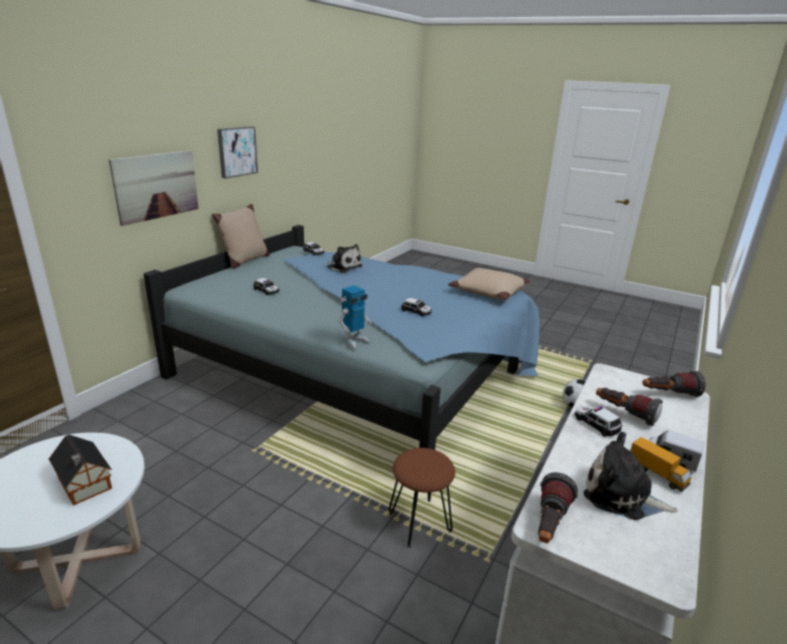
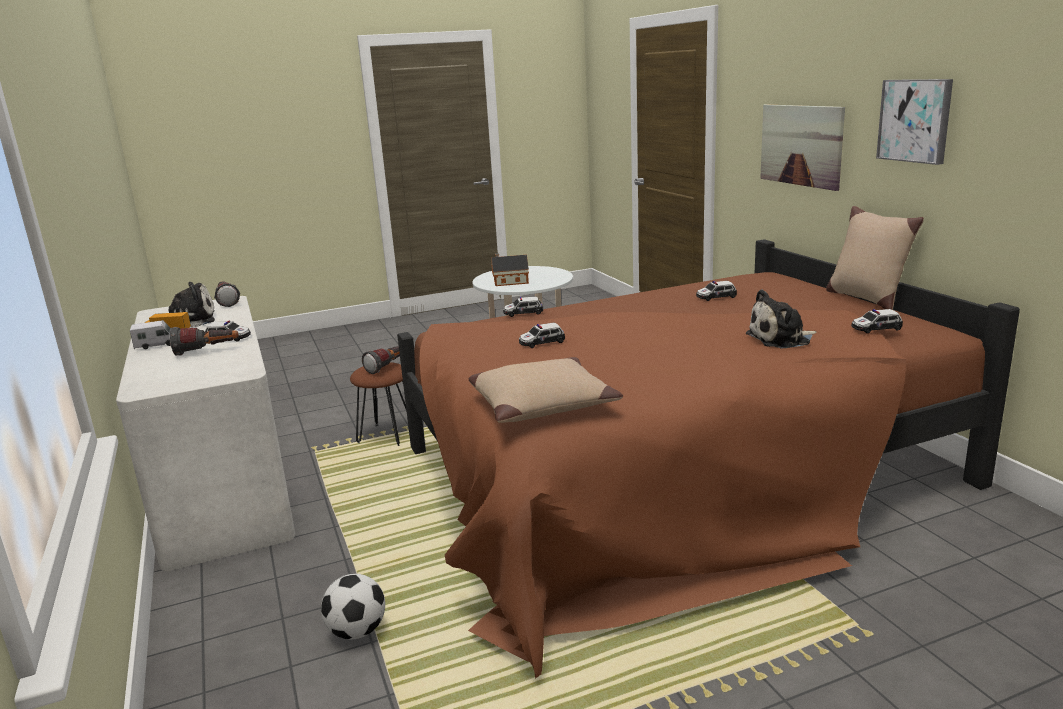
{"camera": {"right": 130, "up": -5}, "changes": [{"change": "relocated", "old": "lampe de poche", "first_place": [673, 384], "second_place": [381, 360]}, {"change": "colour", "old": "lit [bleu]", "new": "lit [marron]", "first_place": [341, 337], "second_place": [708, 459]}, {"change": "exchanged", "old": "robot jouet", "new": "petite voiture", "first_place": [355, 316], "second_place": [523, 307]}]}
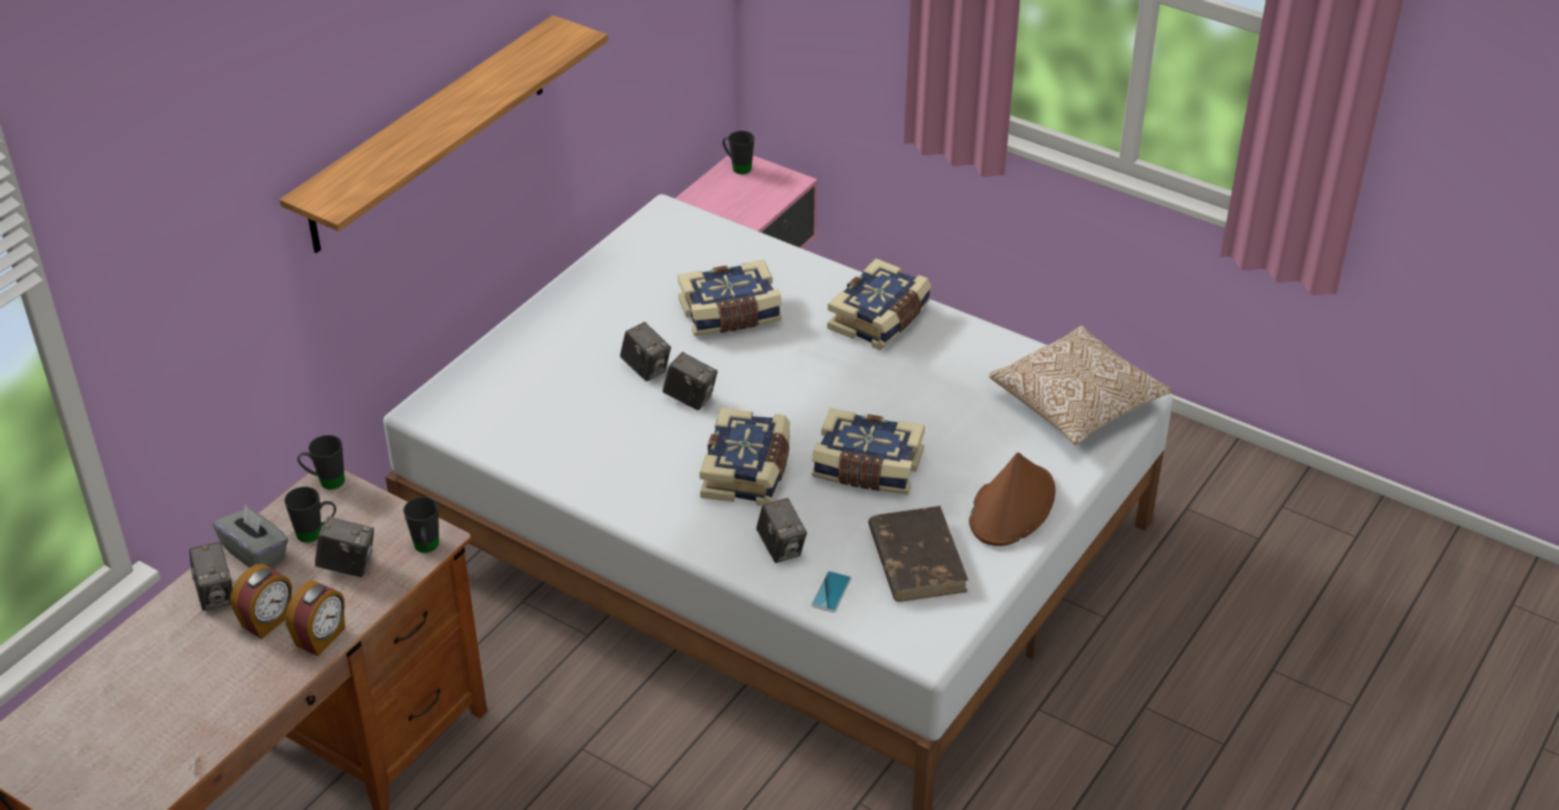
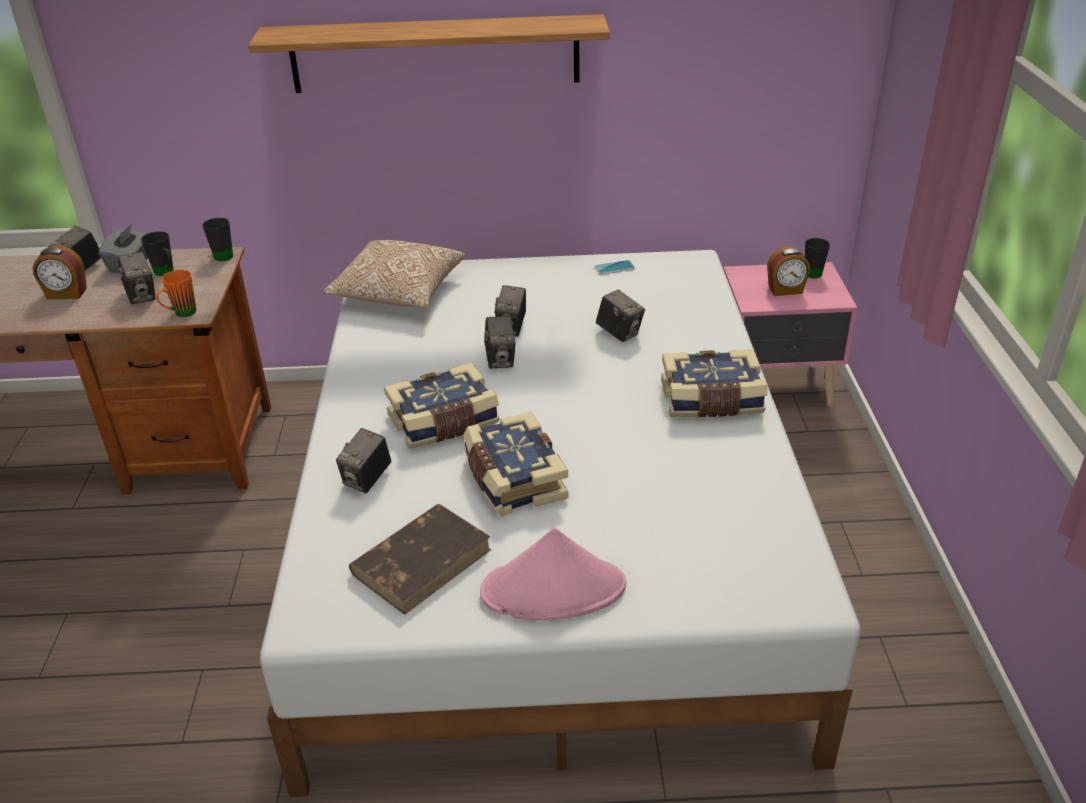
{"camera": {"right": 55, "up": -5}, "changes": [{"change": "colour", "old": "mug [noir]", "new": "mug [orange]", "first_place": [421, 525], "second_place": [176, 293]}, {"change": "relocated", "old": "coussin", "first_place": [1080, 385], "second_place": [394, 274]}, {"change": "colour", "old": "chapeau [marron]", "new": "chapeau [rose]", "first_place": [1012, 499], "second_place": [553, 574]}, {"change": "relocated", "old": "téléphone", "first_place": [831, 592], "second_place": [614, 267]}, {"change": "exchanged", "old": "livre", "new": "appareil photo", "first_place": [730, 298], "second_place": [620, 316]}, {"change": "relocated", "old": "réveil", "first_place": [315, 618], "second_place": [788, 271]}]}
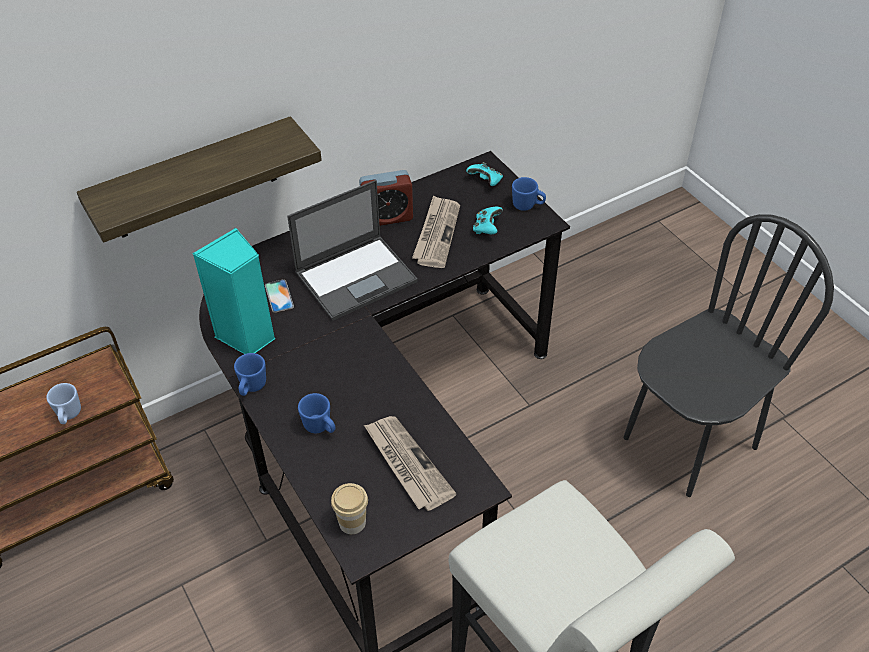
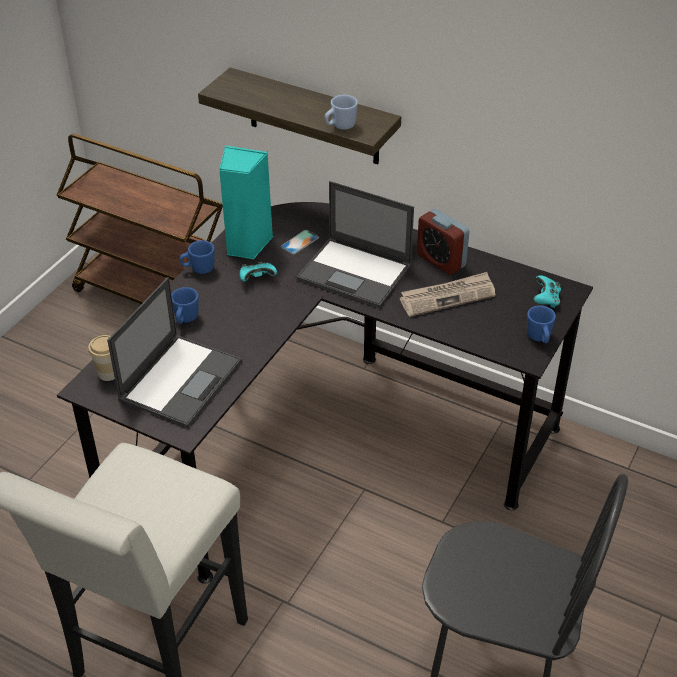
{"camera": {"right": 60, "up": -5}, "changes": [{"change": "exchanged", "old": "journal", "new": "ordinateur portable", "first_place": [410, 463], "second_place": [174, 352]}, {"change": "relocated", "old": "manette [turquoise]", "first_place": [488, 220], "second_place": [258, 271]}, {"change": "relocated", "old": "mug [bleu]", "first_place": [63, 403], "second_place": [341, 112]}]}
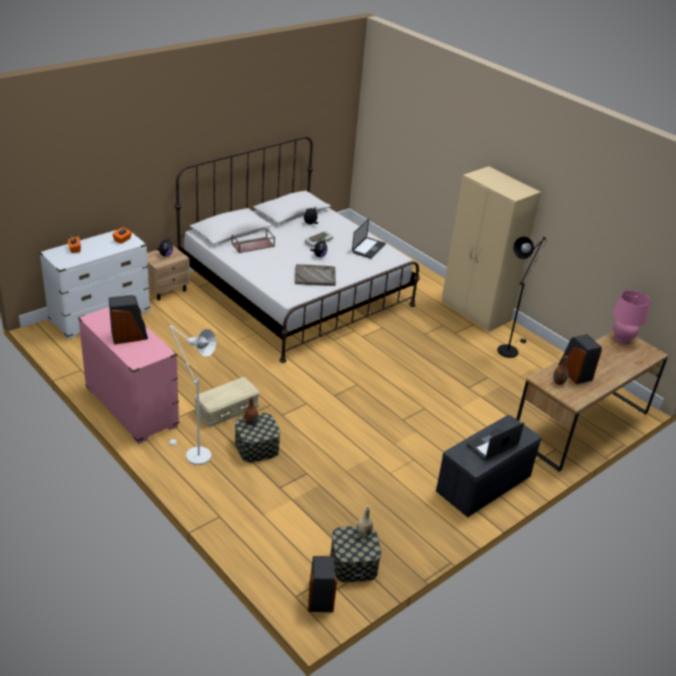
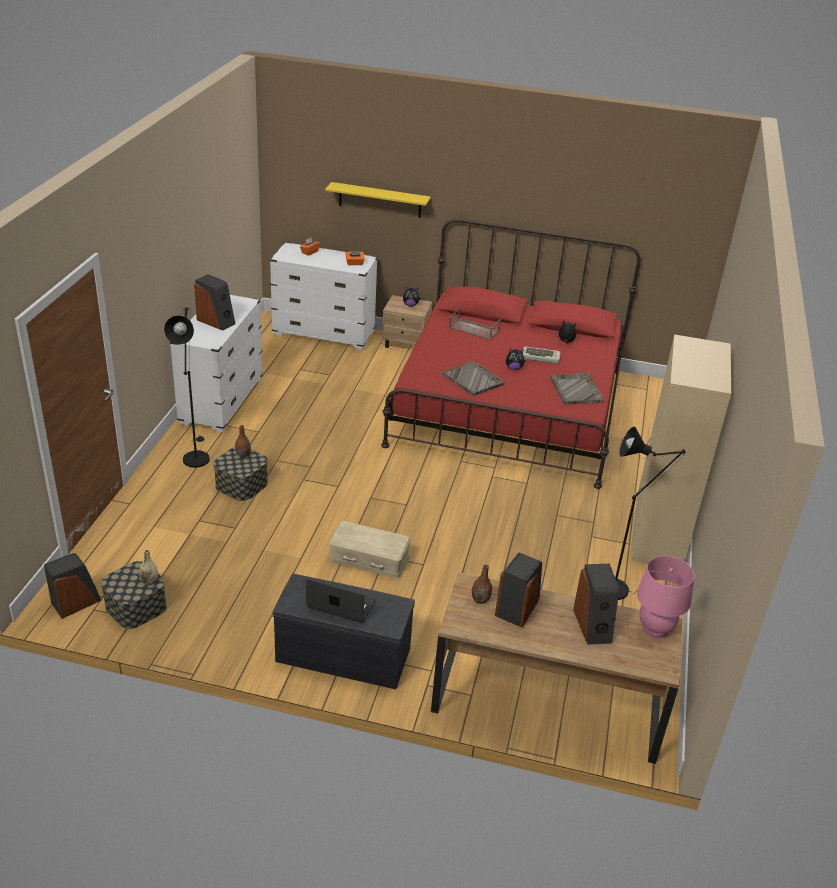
{"camera": {"right": 55, "up": 0}, "changes": [{"change": "colour", "old": "lampadaire [blanc]", "new": "lampadaire [noir]", "first_place": [190, 395], "second_place": [187, 387]}, {"change": "colour", "old": "commode [rose]", "new": "commode [blanc]", "first_place": [128, 375], "second_place": [216, 363]}, {"change": "appeared", "new": "étagère [jaune]", "second_place": [377, 200]}, {"change": "relocated", "old": "boîte de rangement [beige]", "first_place": [227, 402], "second_place": [370, 549]}, {"change": "colour", "old": "lit [blanc]", "new": "lit [rouge]", "first_place": [297, 249], "second_place": [511, 353]}, {"change": "exchanged", "old": "ordinateur portable", "new": "plateau [gris]", "first_place": [369, 239], "second_place": [577, 388]}, {"change": "appeared", "new": "enceinte", "second_place": [596, 604]}]}
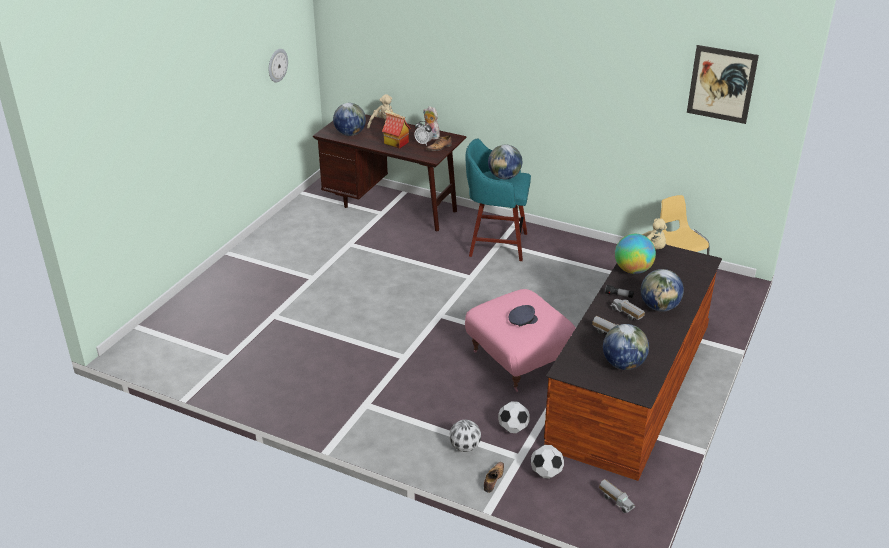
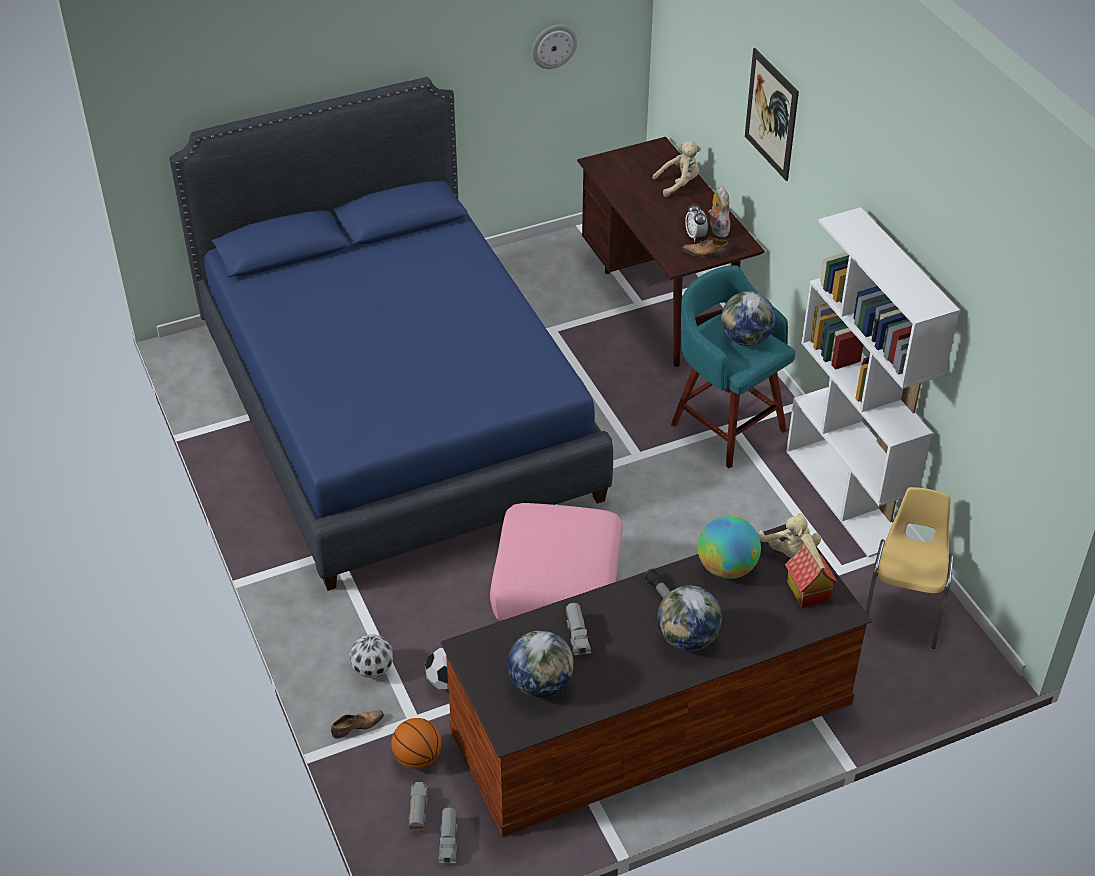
{"camera": {"right": 40, "up": 10}, "changes": [{"change": "appeared", "new": "lit [bleu]", "second_place": [391, 334]}, {"change": "exchanged", "old": "ballon de foot", "new": "ballon de basket", "first_place": [547, 462], "second_place": [416, 743]}, {"change": "relocated", "old": "camion jouet", "first_place": [627, 309], "second_place": [418, 806]}, {"change": "relocated", "old": "tableau", "first_place": [723, 84], "second_place": [772, 114]}, {"change": "relocated", "old": "maison miniature", "first_place": [396, 129], "second_place": [811, 570]}, {"change": "appeared", "new": "bibliothèque [blanc]", "second_place": [873, 382]}, {"change": "missing", "old": "globe", "first_place": [349, 119]}, {"change": "missing", "old": "casquette [gris]", "first_place": [523, 315]}]}
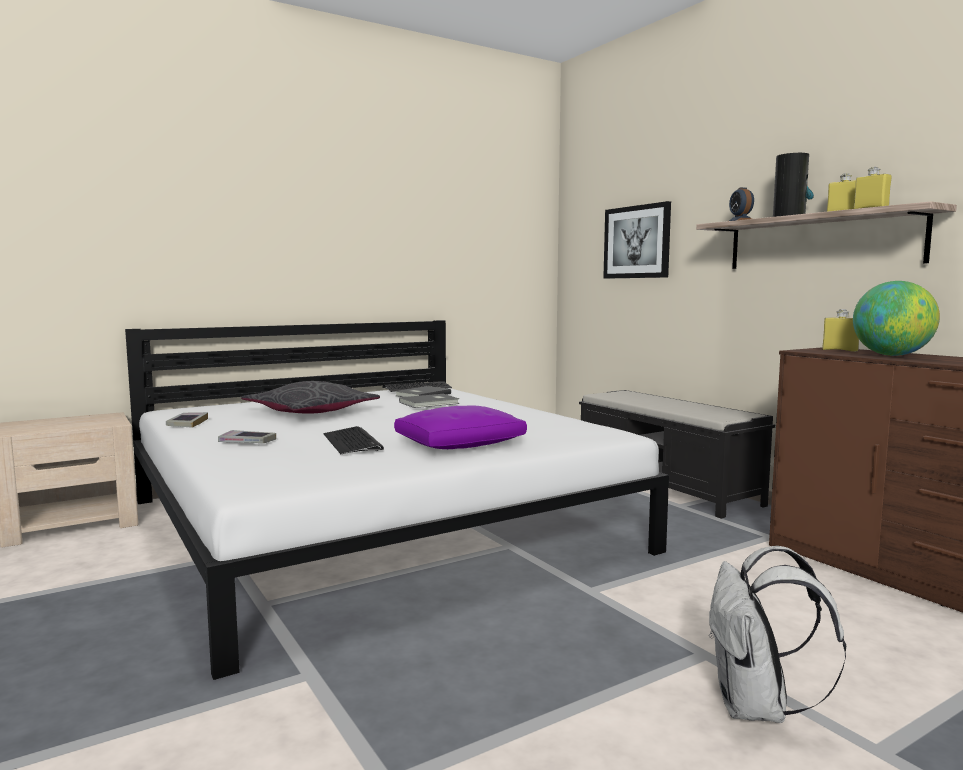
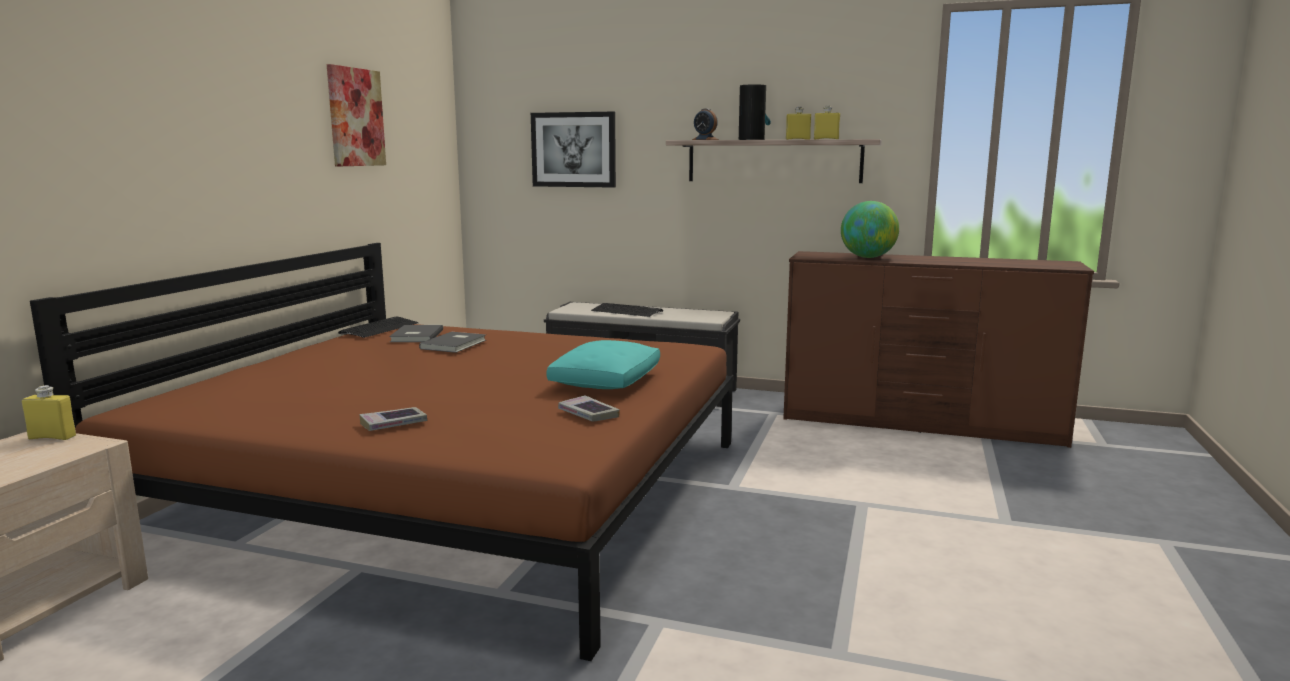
{"camera": {"right": -40, "up": 5}, "changes": [{"change": "relocated", "old": "bouteille [jaune]", "first_place": [840, 330], "second_place": [49, 412]}, {"change": "colour", "old": "lit [blanc]", "new": "lit [marron]", "first_place": [397, 500], "second_place": [381, 452]}, {"change": "appeared", "new": "tableau", "second_place": [356, 115]}, {"change": "colour", "old": "coussin [violet]", "new": "coussin [turquoise]", "first_place": [460, 427], "second_place": [603, 364]}, {"change": "relocated", "old": "livre", "first_place": [187, 420], "second_place": [589, 408]}, {"change": "relocated", "old": "clavier", "first_place": [353, 440], "second_place": [627, 310]}, {"change": "missing", "old": "coussin [gris]", "first_place": [310, 397]}, {"change": "missing", "old": "sac à dos [blanc]", "first_place": [777, 634]}]}
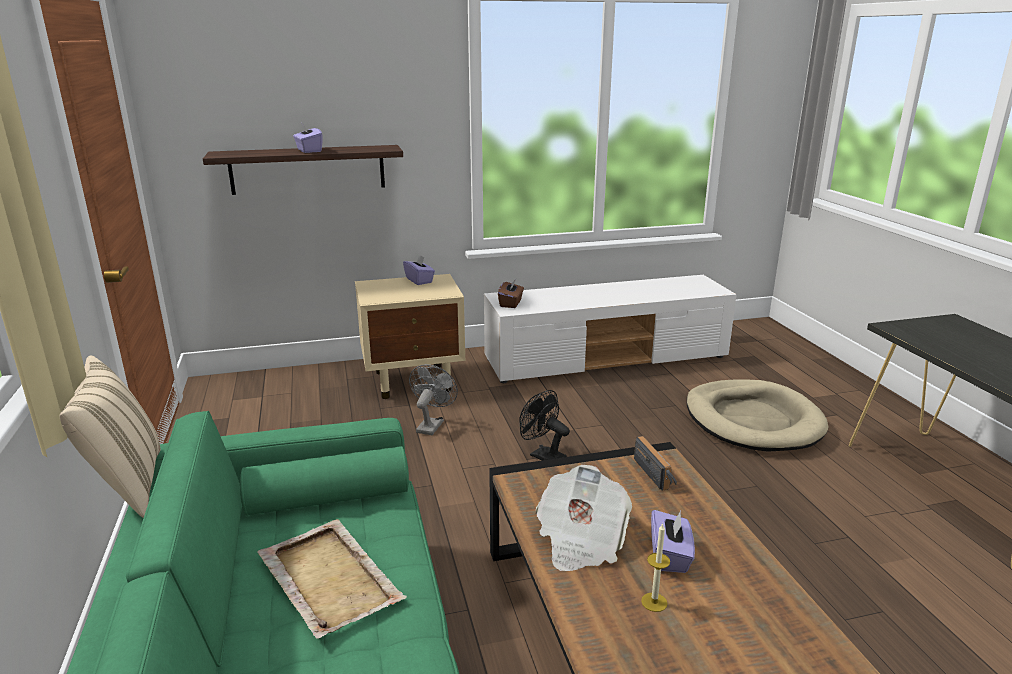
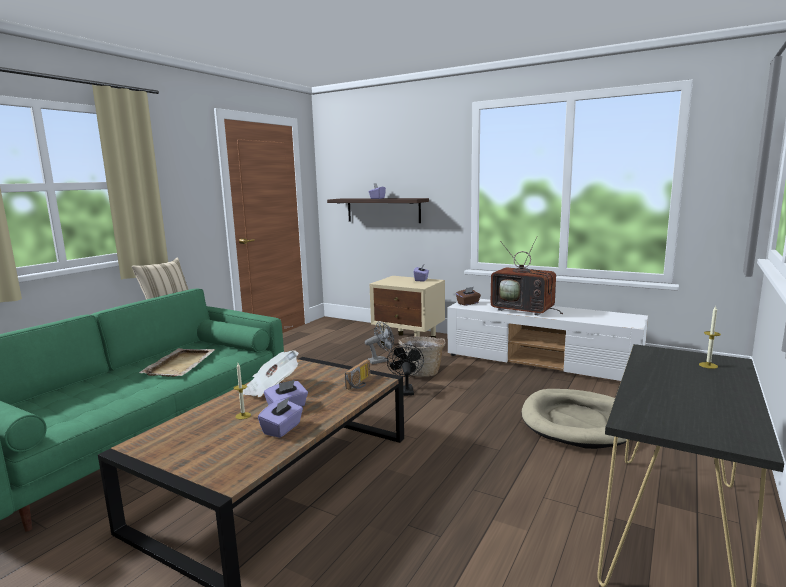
{"camera": {"right": 45, "up": -10}, "changes": [{"change": "appeared", "new": "boîte à mouchoirs [violet]", "second_place": [280, 417]}, {"change": "appeared", "new": "panier", "second_place": [422, 356]}, {"change": "appeared", "new": "téléviseur", "second_place": [527, 276]}, {"change": "appeared", "new": "bougie", "second_place": [710, 337]}]}
